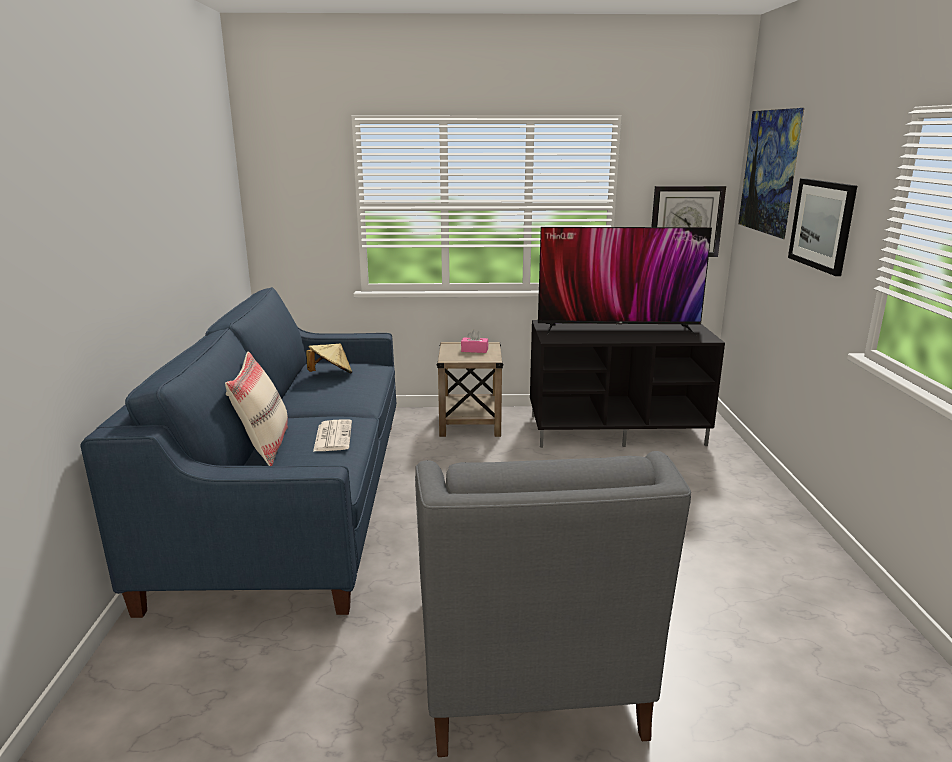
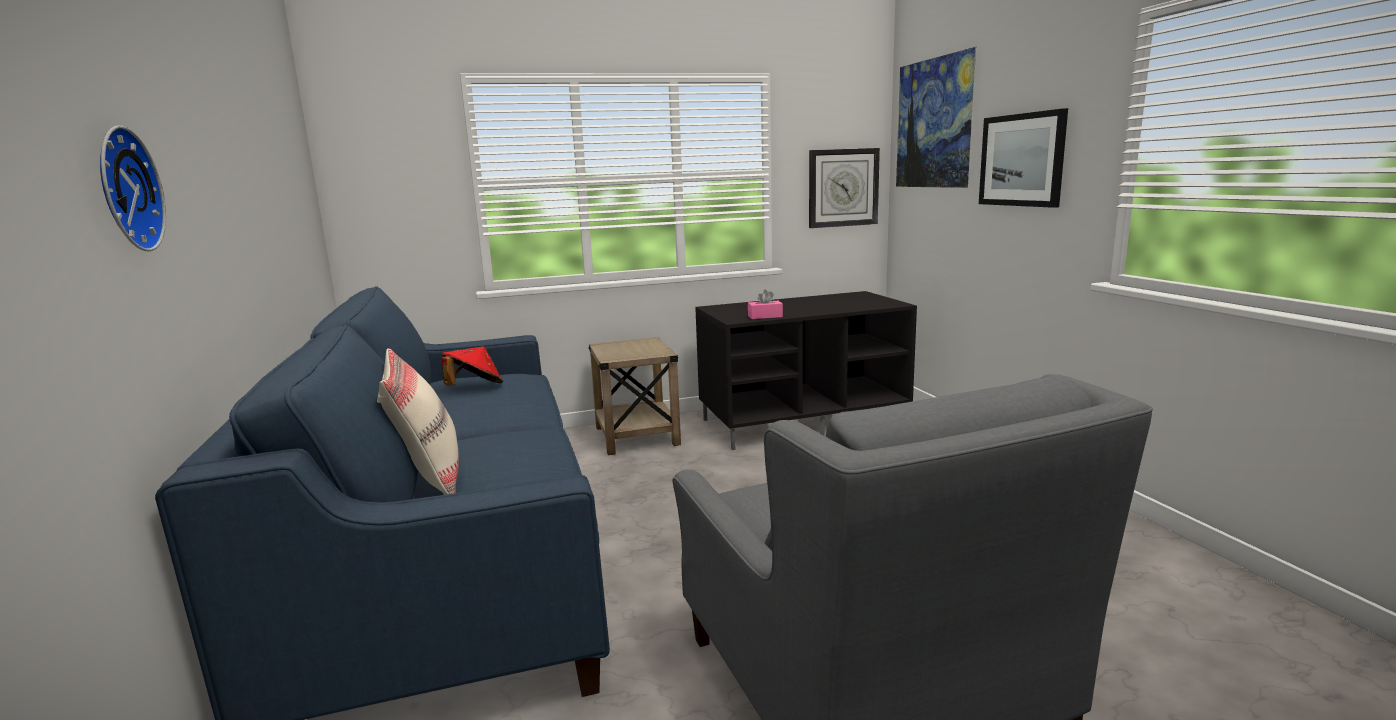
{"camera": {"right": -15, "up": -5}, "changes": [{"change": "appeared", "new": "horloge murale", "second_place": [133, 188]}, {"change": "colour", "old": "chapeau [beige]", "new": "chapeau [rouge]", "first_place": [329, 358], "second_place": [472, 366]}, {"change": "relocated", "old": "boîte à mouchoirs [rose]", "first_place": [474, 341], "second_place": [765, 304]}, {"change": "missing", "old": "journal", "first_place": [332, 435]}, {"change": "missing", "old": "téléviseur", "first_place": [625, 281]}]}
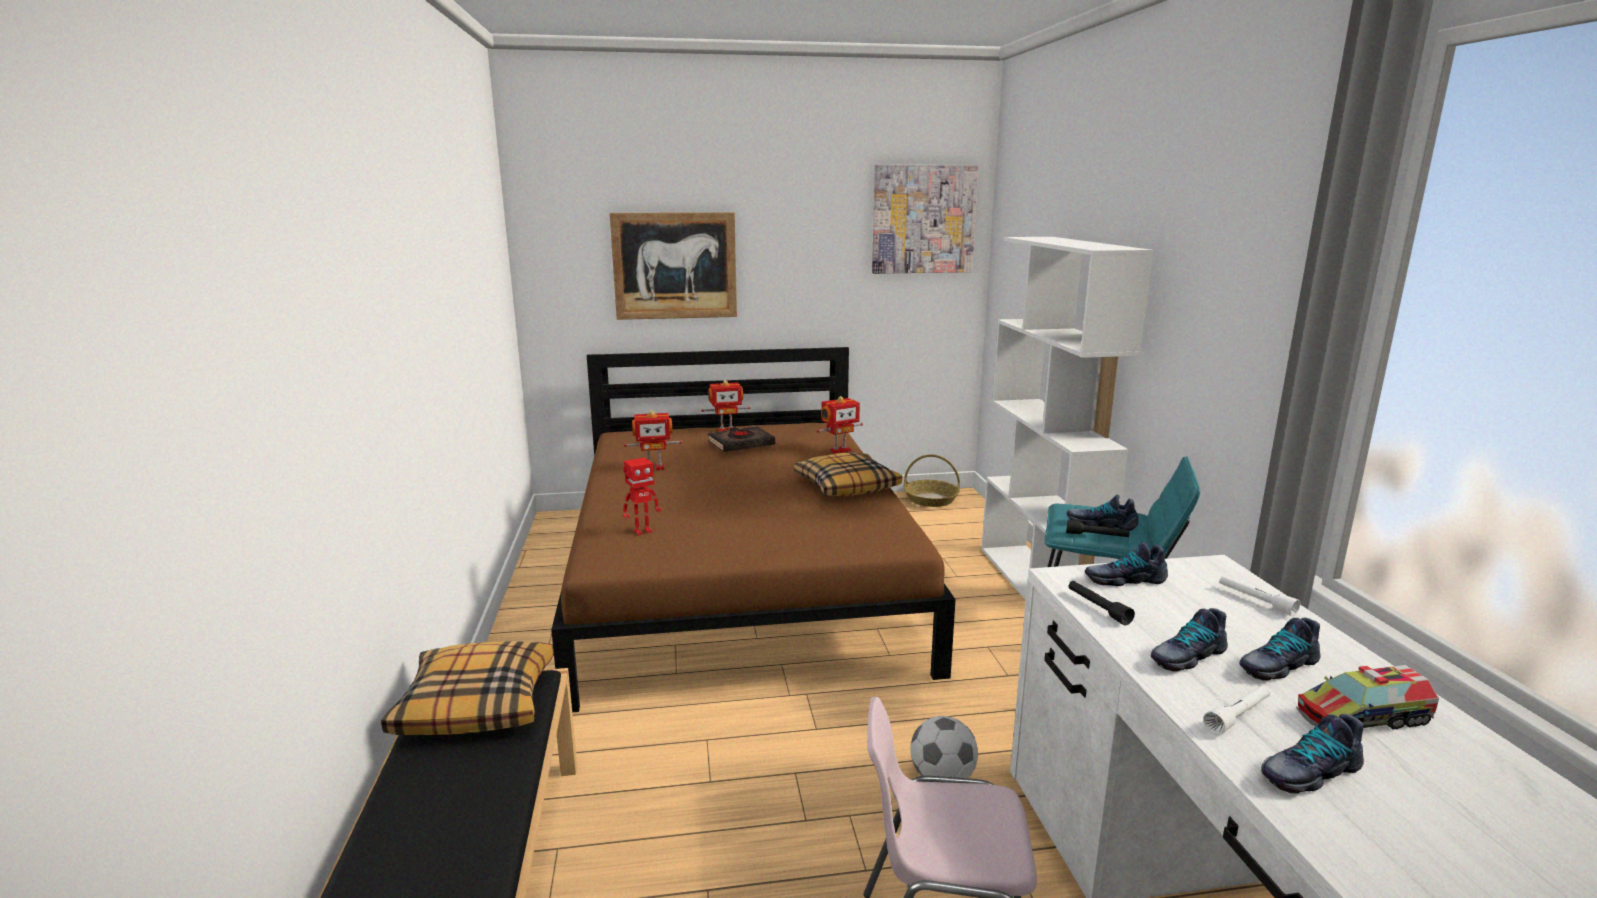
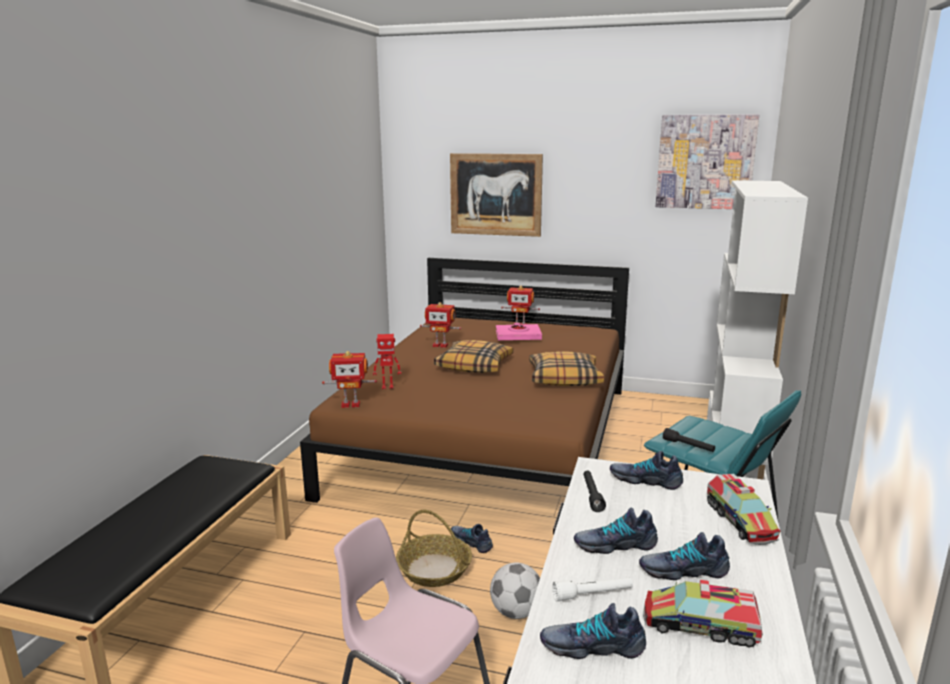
{"camera": {"right": 25, "up": 0}, "changes": [{"change": "relocated", "old": "robot jouet", "first_place": [839, 425], "second_place": [349, 379]}, {"change": "relocated", "old": "panier", "first_place": [932, 480], "second_place": [434, 548]}, {"change": "relocated", "old": "coussin", "first_place": [467, 688], "second_place": [473, 356]}, {"change": "relocated", "old": "chaussure", "first_place": [1103, 512], "second_place": [472, 538]}, {"change": "colour", "old": "livre [noir]", "new": "livre [rose]", "first_place": [741, 439], "second_place": [519, 331]}, {"change": "exchanged", "old": "lampe de poche [blanc]", "new": "camion jouet", "first_place": [1260, 596], "second_place": [744, 509]}]}
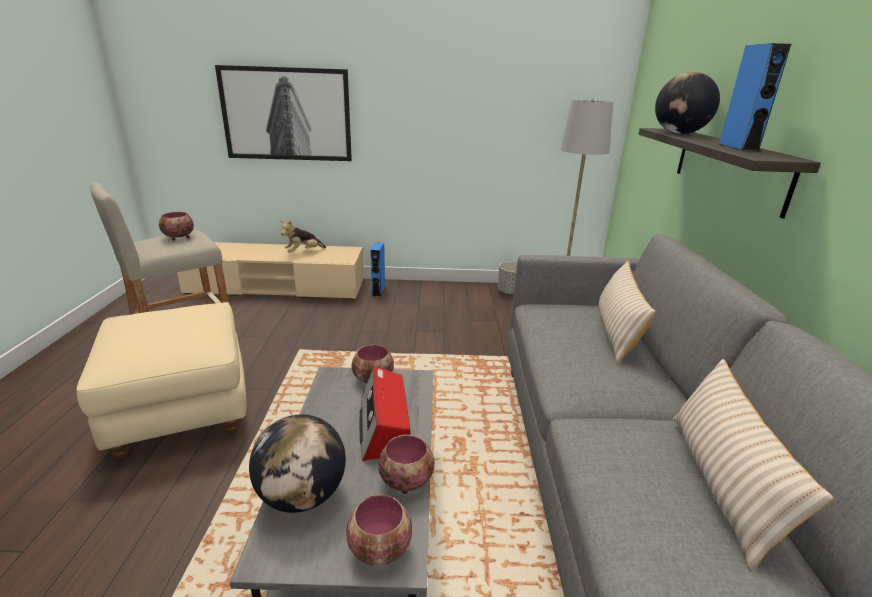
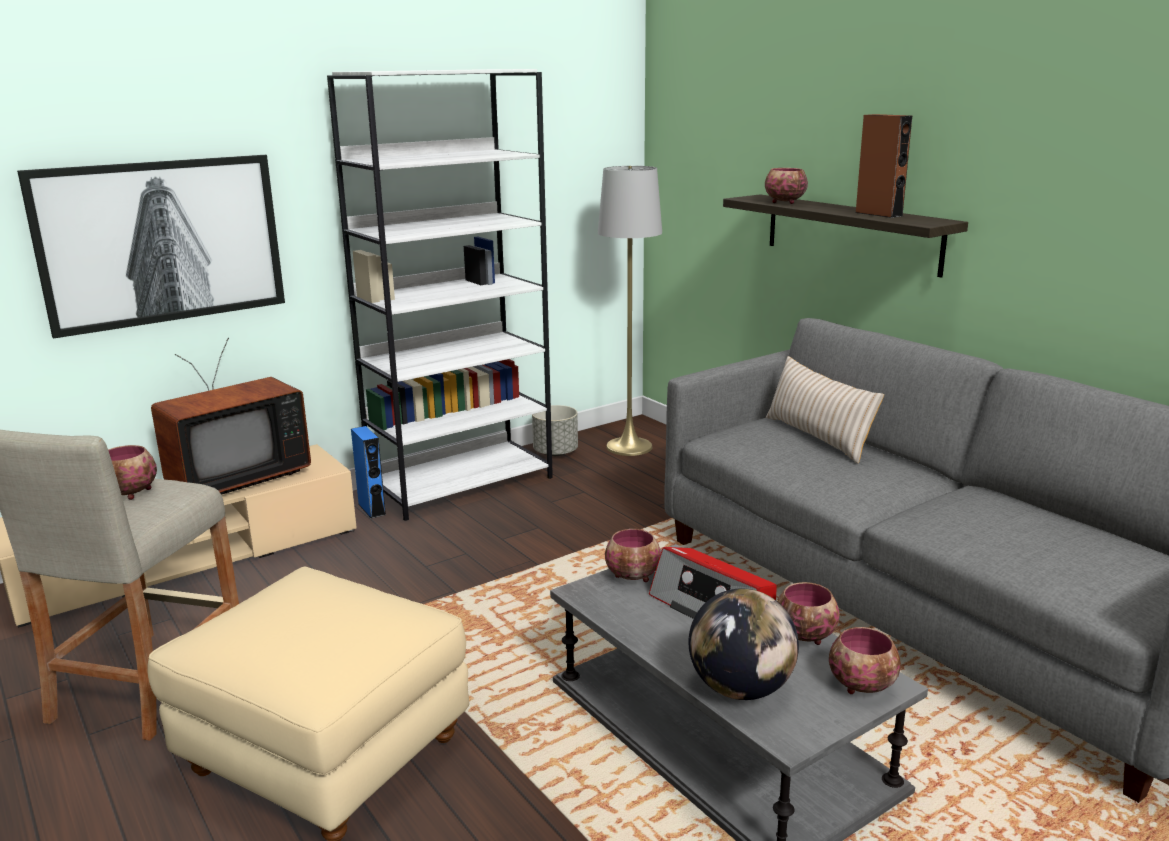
{"camera": {"right": -35, "up": -5}, "changes": [{"change": "exchanged", "old": "peluche", "new": "téléviseur", "first_place": [303, 237], "second_place": [231, 416]}, {"change": "appeared", "new": "bibliothèque [blanc]", "second_place": [440, 295]}, {"change": "exchanged", "old": "globe", "new": "bol", "first_place": [687, 103], "second_place": [786, 186]}, {"change": "colour", "old": "enceinte [bleu]", "new": "enceinte [marron]", "first_place": [754, 97], "second_place": [883, 166]}, {"change": "missing", "old": "coussin [beige]", "first_place": [753, 465]}]}
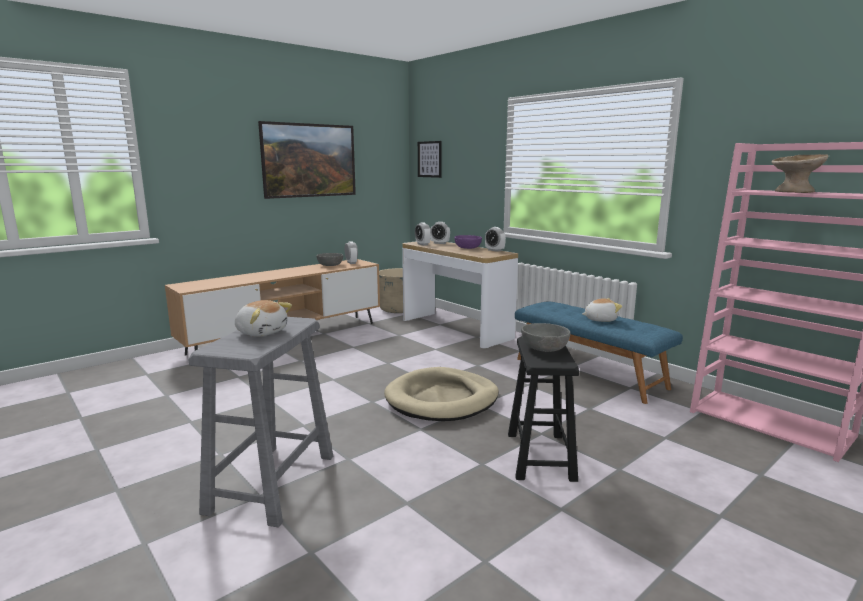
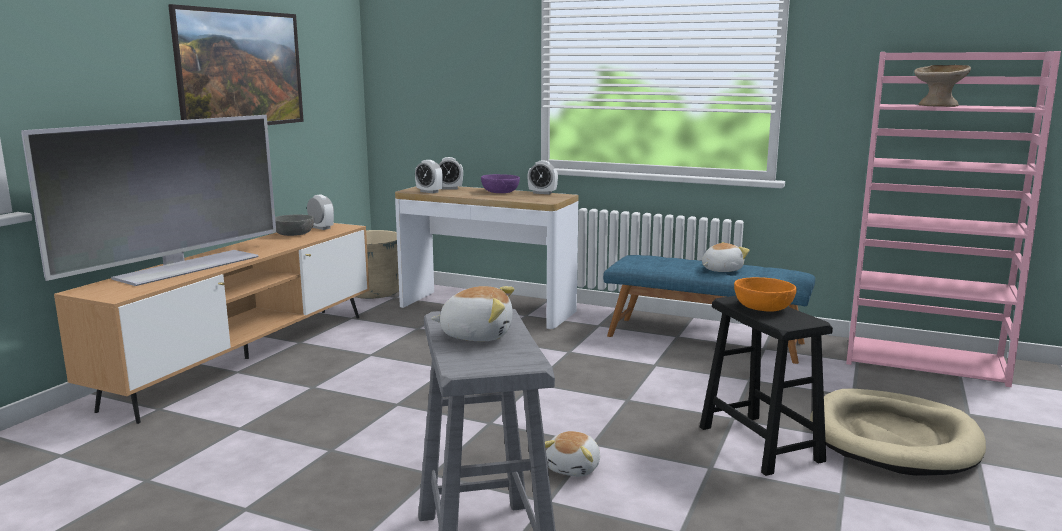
{"camera": {"right": -25, "up": 0}, "changes": [{"change": "appeared", "new": "téléviseur", "second_place": [148, 200]}, {"change": "appeared", "new": "peluche", "second_place": [572, 454]}, {"change": "colour", "old": "bol [gris]", "new": "bol [orange]", "first_place": [545, 337], "second_place": [765, 294]}, {"change": "relocated", "old": "panier pour chien [beige]", "first_place": [441, 394], "second_place": [898, 432]}, {"change": "missing", "old": "tableau", "first_place": [430, 159]}]}
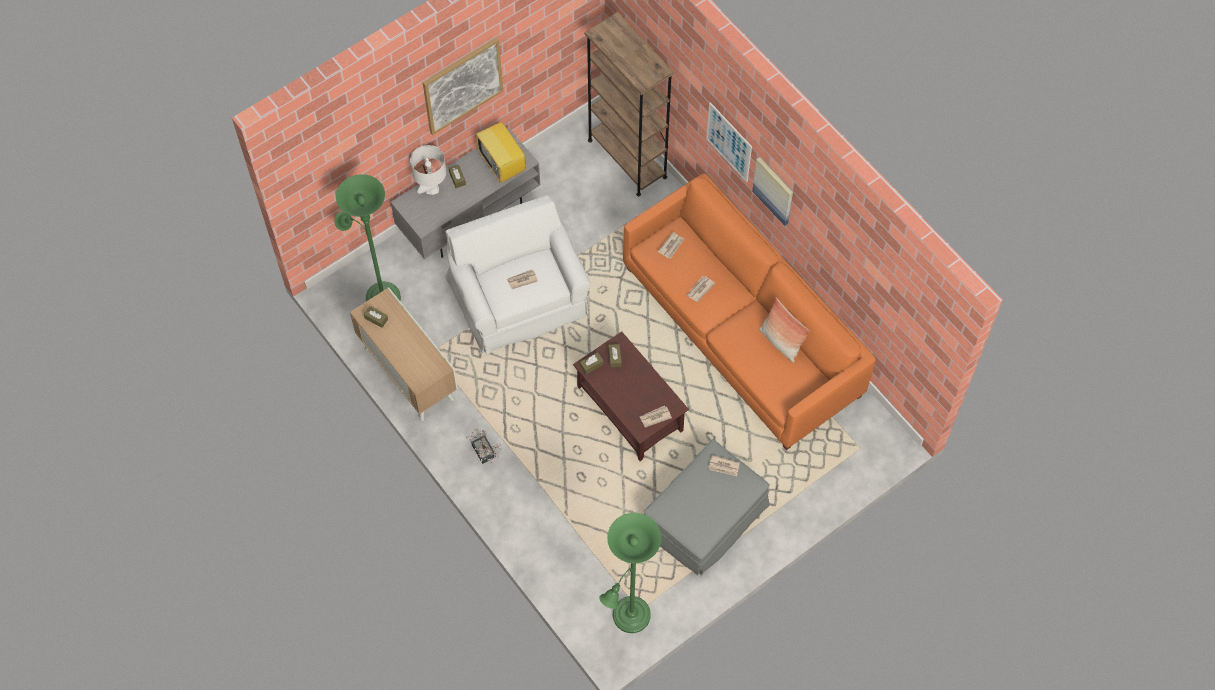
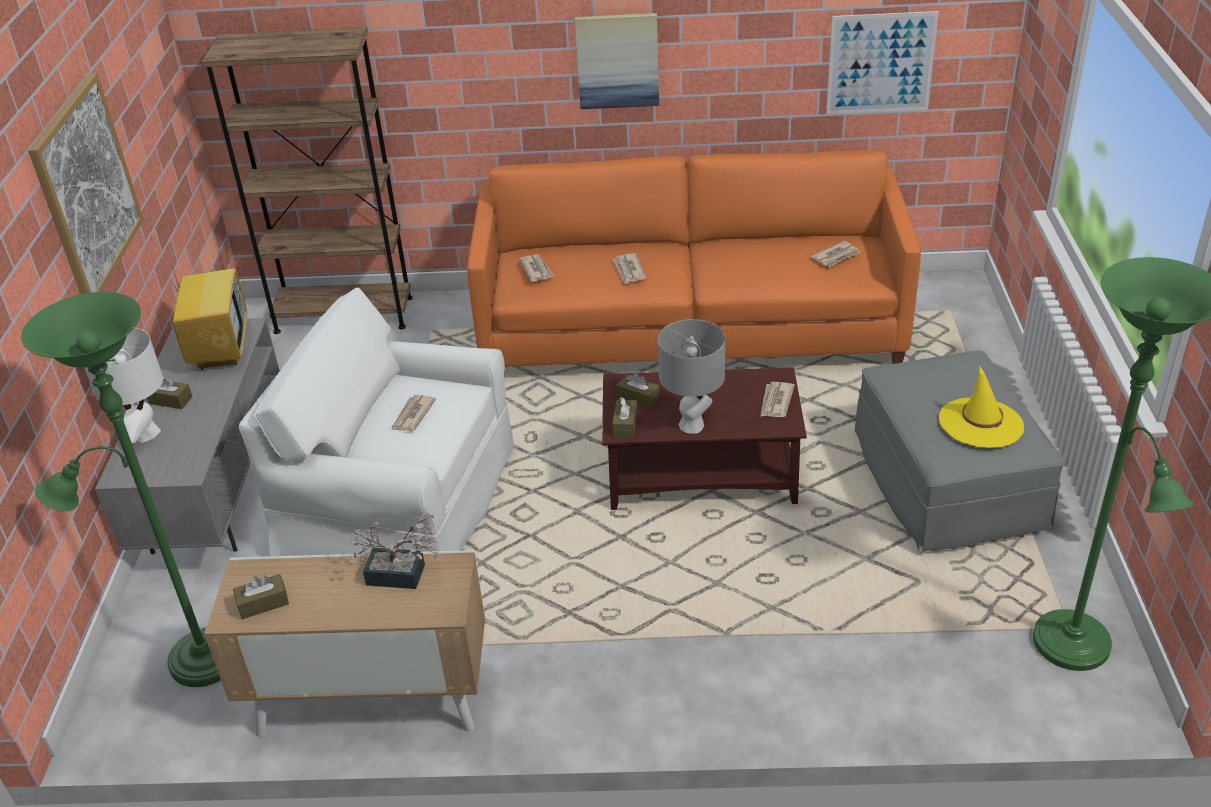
{"camera": {"right": -50, "up": -25}, "changes": [{"change": "spun", "old": "téléviseur", "first_place": [501, 152], "second_place": [205, 308], "degrees": -105}, {"change": "relocated", "old": "plante en pot", "first_place": [484, 446], "second_place": [393, 550]}, {"change": "appeared", "new": "lampe de table [gris]", "second_place": [691, 376]}, {"change": "relocated", "old": "journal", "first_place": [724, 465], "second_place": [835, 254]}, {"change": "relocated", "old": "tableau", "first_place": [729, 142], "second_place": [882, 62]}, {"change": "appeared", "new": "chapeau [jaune]", "second_place": [981, 407]}, {"change": "missing", "old": "coussin", "first_place": [784, 330]}]}
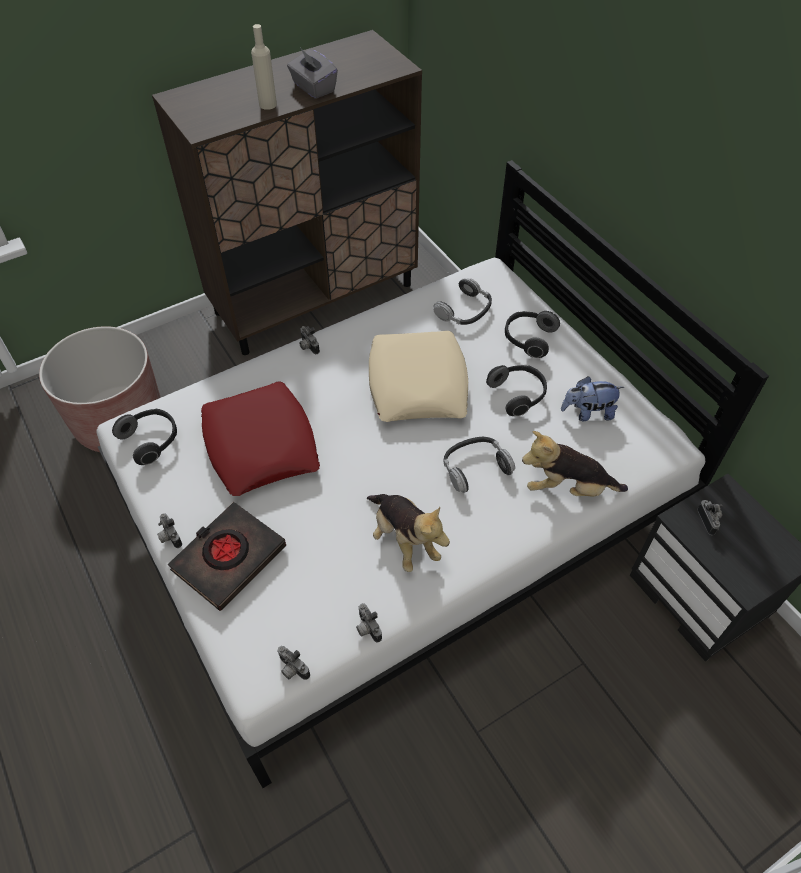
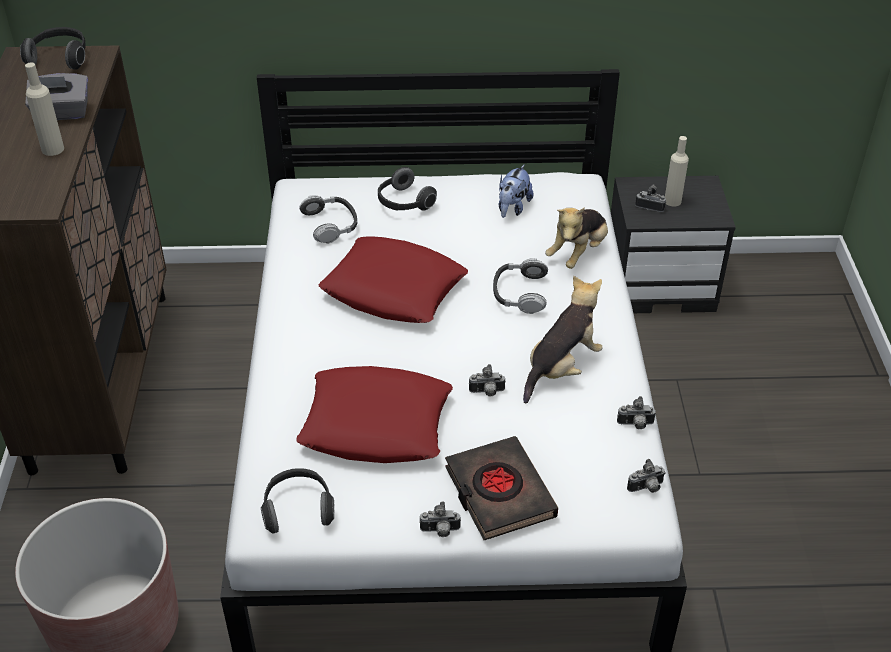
{"camera": {"right": -60, "up": -10}, "changes": [{"change": "relocated", "old": "casque audio", "first_place": [516, 390], "second_place": [53, 48]}, {"change": "colour", "old": "coussin [beige]", "new": "coussin [rouge]", "first_place": [418, 376], "second_place": [393, 280]}, {"change": "relocated", "old": "appareil photo", "first_place": [309, 340], "second_place": [487, 380]}, {"change": "spun", "old": "peluche", "first_place": [408, 533], "second_place": [563, 339], "degrees": -45}, {"change": "appeared", "new": "bouteille [beige]", "second_place": [677, 171]}]}
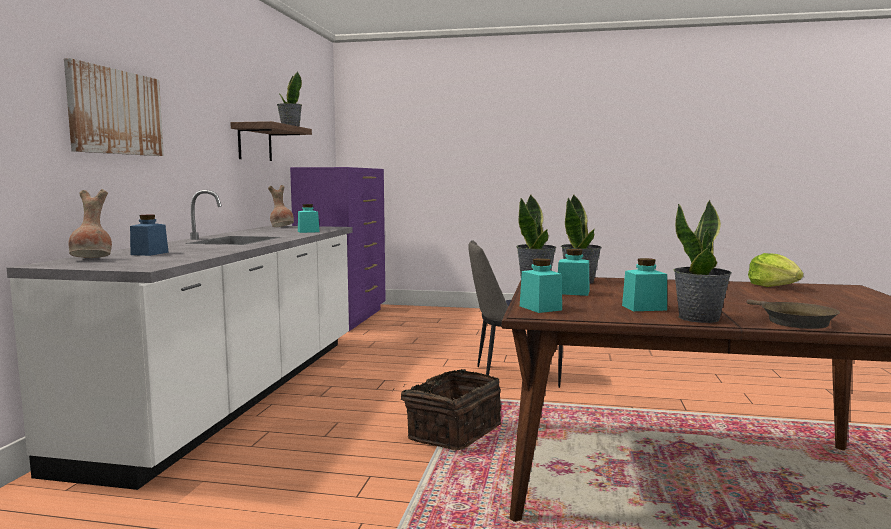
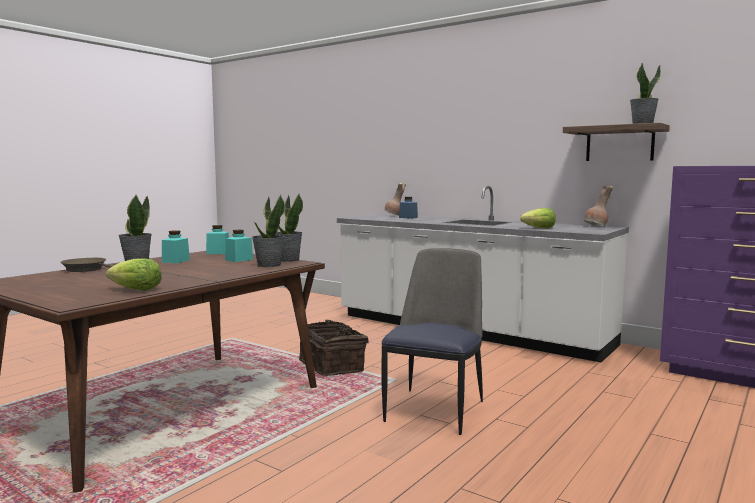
{"camera": {"right": 115, "up": 0}, "changes": [{"change": "exchanged", "old": "bocal [turquoise]", "new": "laitue", "first_place": [309, 218], "second_place": [538, 218]}, {"change": "missing", "old": "tableau", "first_place": [114, 107]}]}
